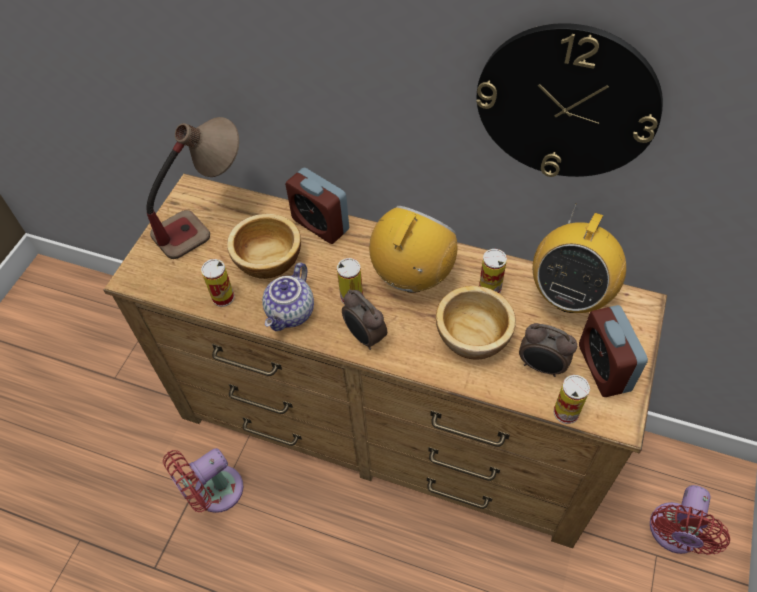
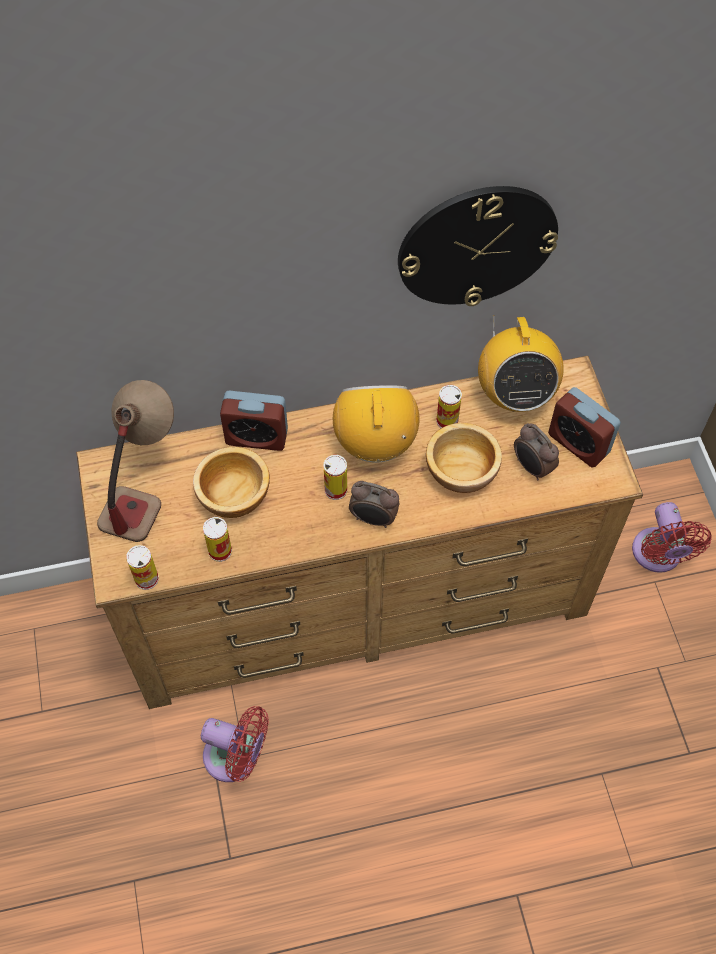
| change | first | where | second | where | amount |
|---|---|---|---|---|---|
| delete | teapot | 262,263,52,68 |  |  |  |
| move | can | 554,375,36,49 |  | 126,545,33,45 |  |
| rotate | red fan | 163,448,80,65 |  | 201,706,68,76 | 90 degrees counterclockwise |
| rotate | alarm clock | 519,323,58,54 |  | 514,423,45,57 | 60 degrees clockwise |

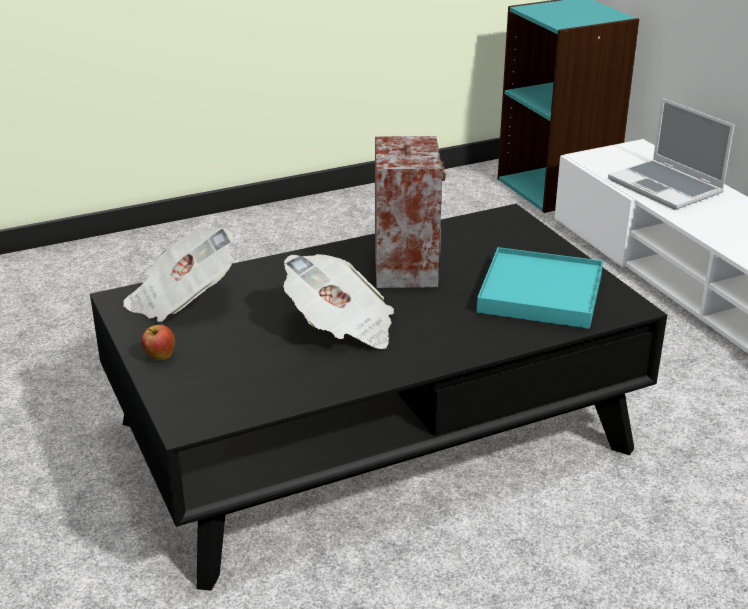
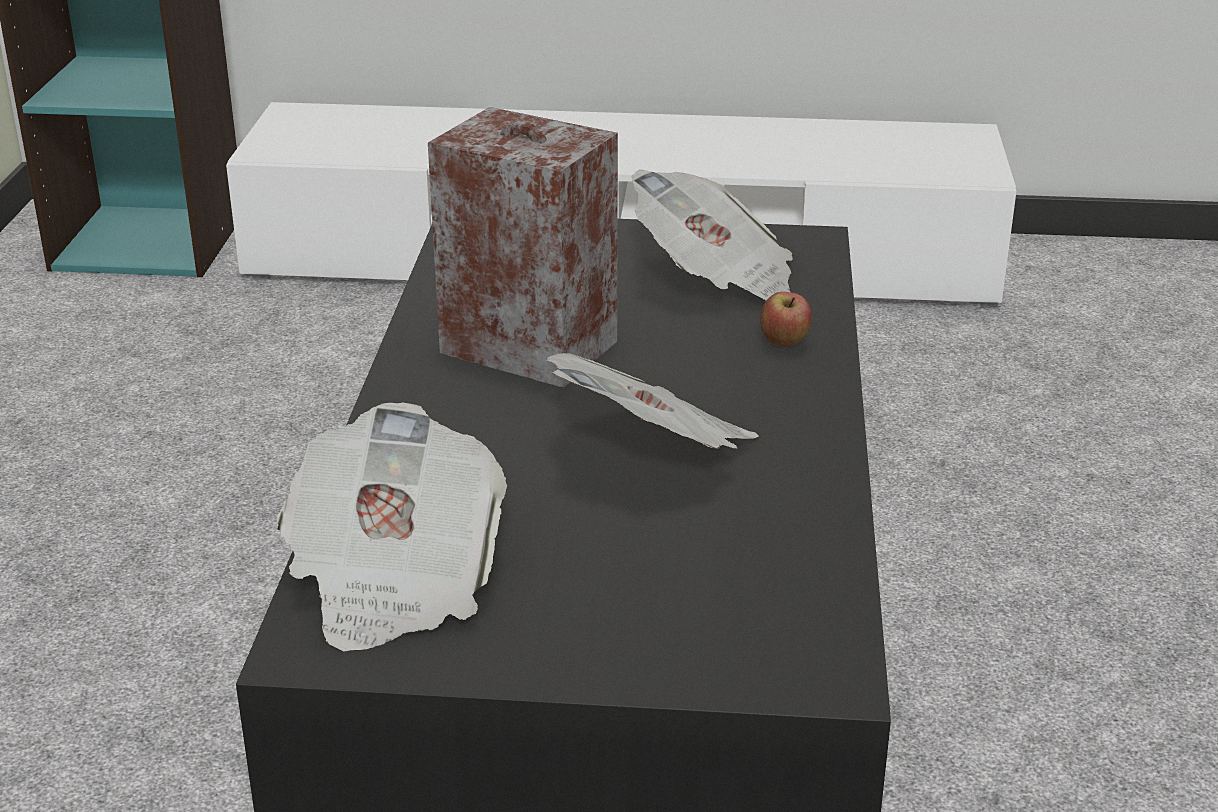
| change | first | where | second | where | amount |
|---|---|---|---|---|---|
| delete | laptop | 608,98,127,112 |  |  |  |
| move | apple | 141,325,34,35 |  | 760,292,52,55 |  |
| replace | turquoise tray | 477,247,126,82 | newspaper | 631,170,162,130 |  |

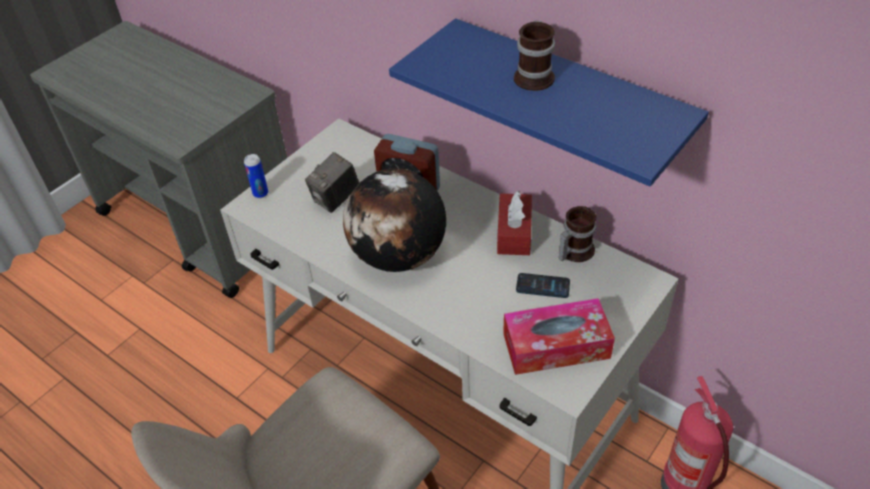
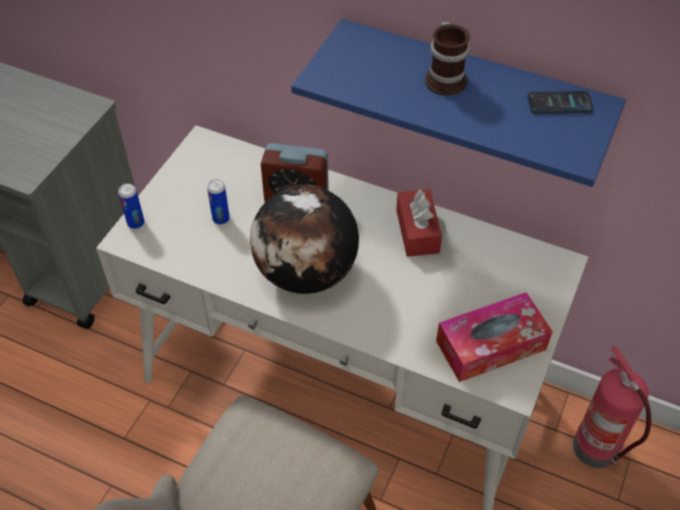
| change | first | where | second | where | amount |
|---|---|---|---|---|---|
| delete | mug | 559,206,38,56 |  |  |  |
| move | phone | 516,273,54,25 |  | 527,91,67,23 |  |
| replace | photo camera | 305,152,54,61 | can | 207,179,23,46 |  |

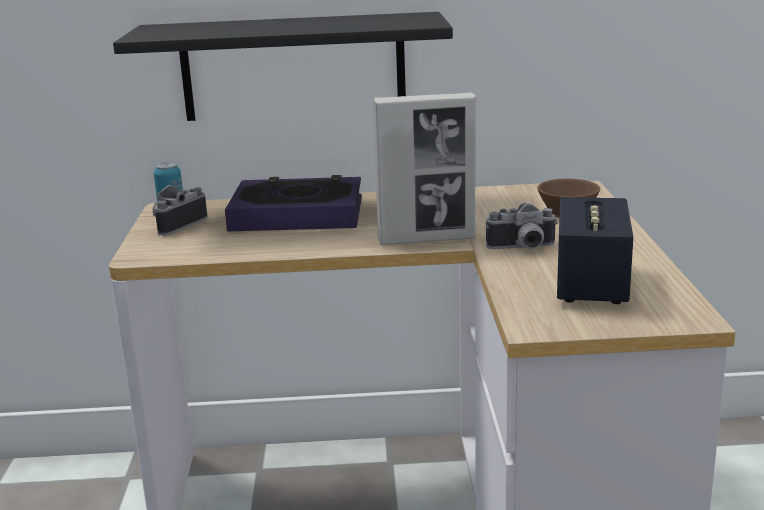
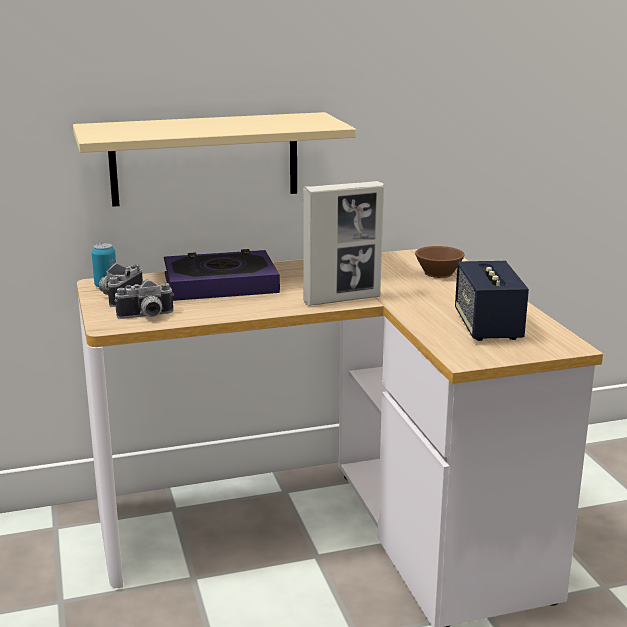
| change | first | where | second | where | amount |
|---|---|---|---|---|---|
| move | photo camera | 486,203,72,46 |  | 115,280,59,39 |  |
| recolor | black shelf | 113,12,340,109 | beige shelf | 73,112,283,95 |  |

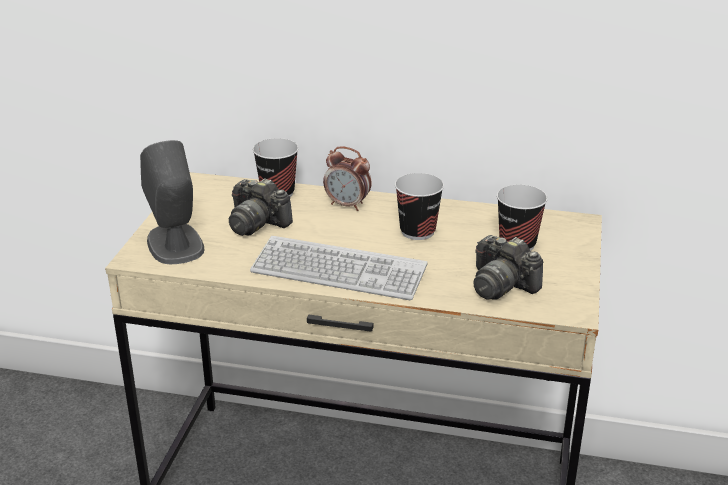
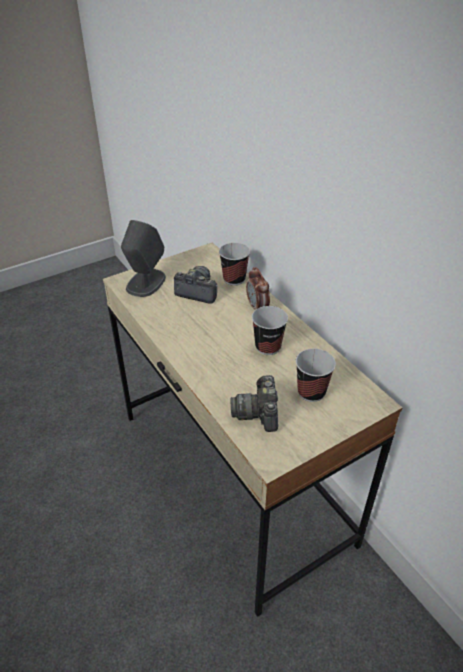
| change | first | where | second | where | amount |
|---|---|---|---|---|---|
| delete | keyboard | 250,236,178,64 |  |  |  |
| rotate | photo camera | 229,178,64,58 |  | 174,266,44,38 | 120 degrees clockwise |

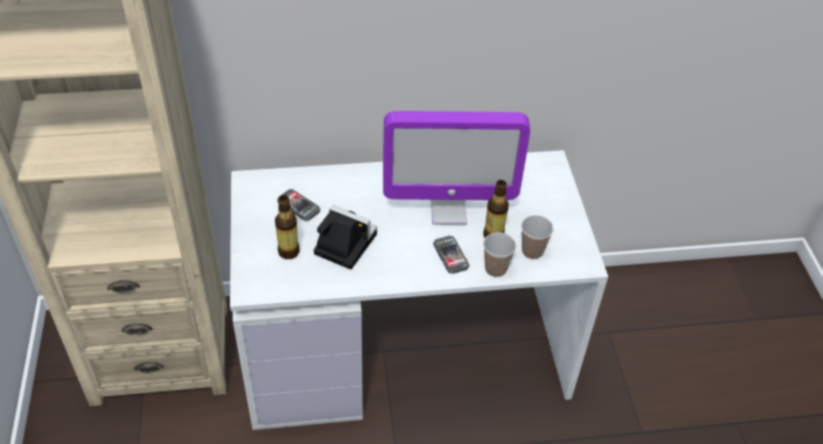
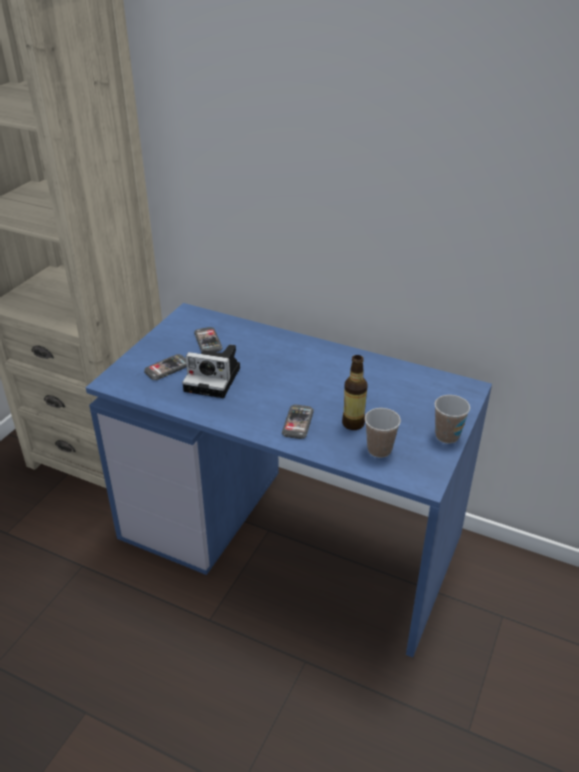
| change | first | where | second | where | amount |
|---|---|---|---|---|---|
| delete | monitor | 383,111,147,114 |  |  |  |
| move | cup | 483,232,33,45 |  | 435,395,35,49 |  |
| replace | bottle | 275,195,25,64 | phone | 144,354,43,26 |  |
| recolor | white desk | 230,150,378,280 | blue desk | 86,303,406,354 |  |
| rotate | photo camera | 314,205,63,65 |  | 182,345,58,53 | 135 degrees clockwise |

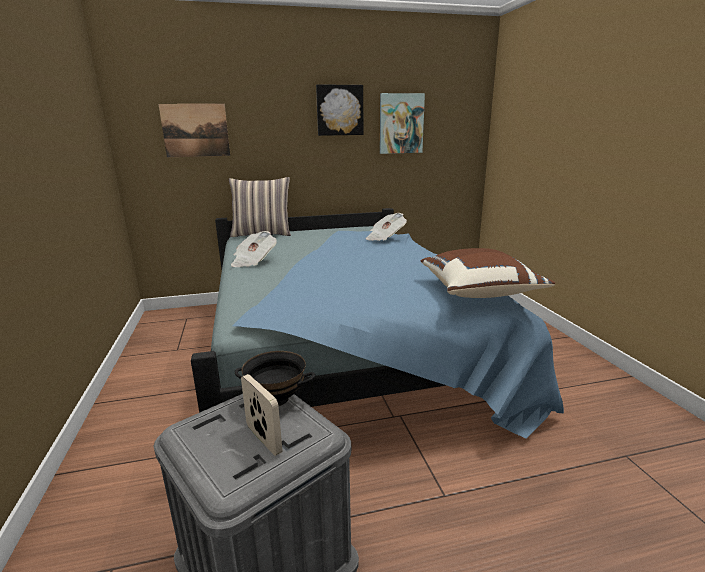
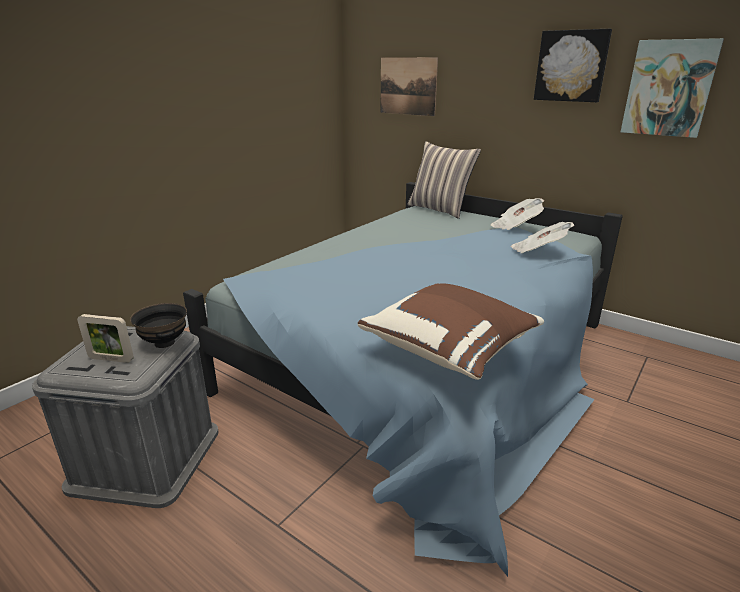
| change | first | where | second | where | amount |
|---|---|---|---|---|---|
| move | newspaper | 231,231,46,36 |  | 491,198,53,32 |  |
| rotate | picture frame | 241,374,41,82 |  | 77,314,57,49 | 90 degrees clockwise |

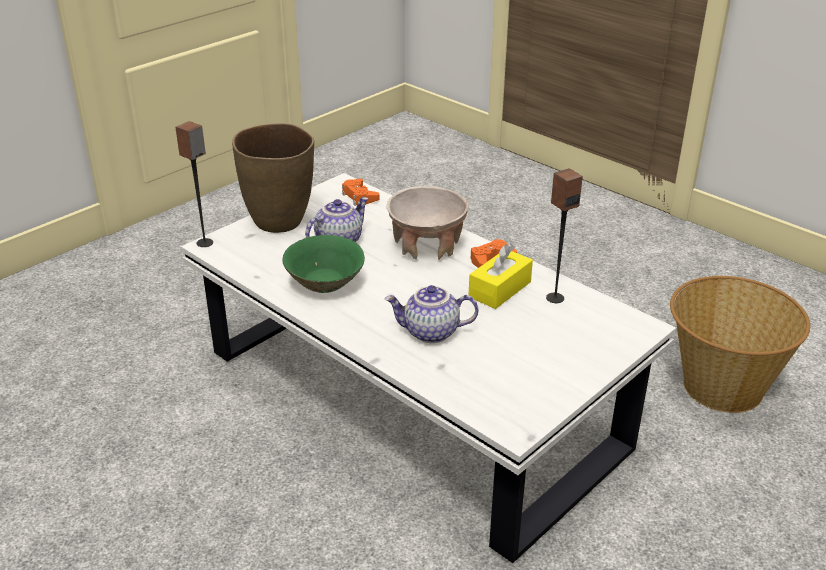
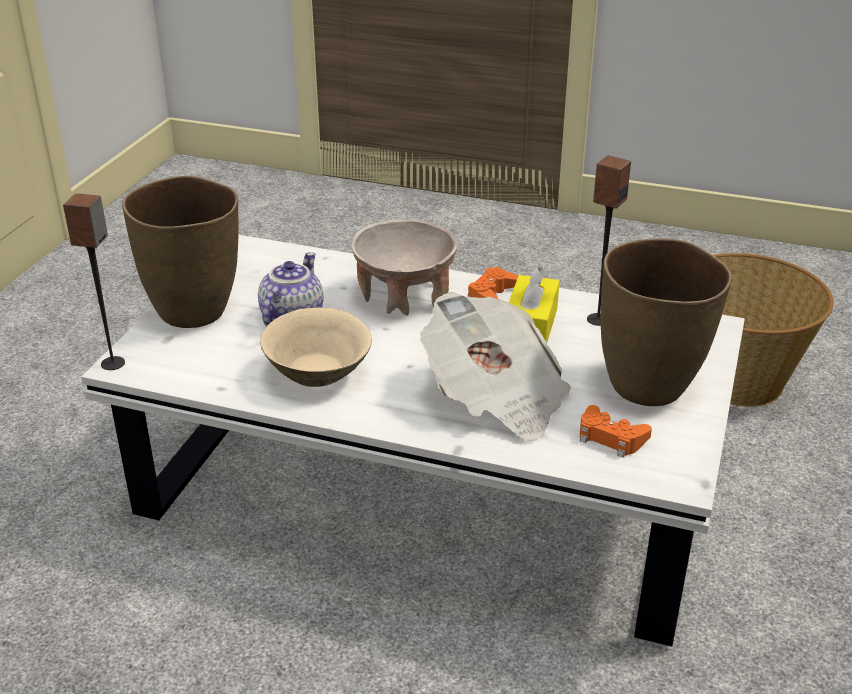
| change | first | where | second | where | amount |
|---|---|---|---|---|---|
| insert |  |  | brown vase | 601,238,131,168 |  |
| move | orange game controller | 342,179,37,27 |  | 580,405,72,53 |  |
| replace | teapot | 385,285,93,58 | newspaper | 420,292,151,149 |  |
| recolor | green bowl | 282,235,83,58 | beige bowl | 260,308,112,79 |  |

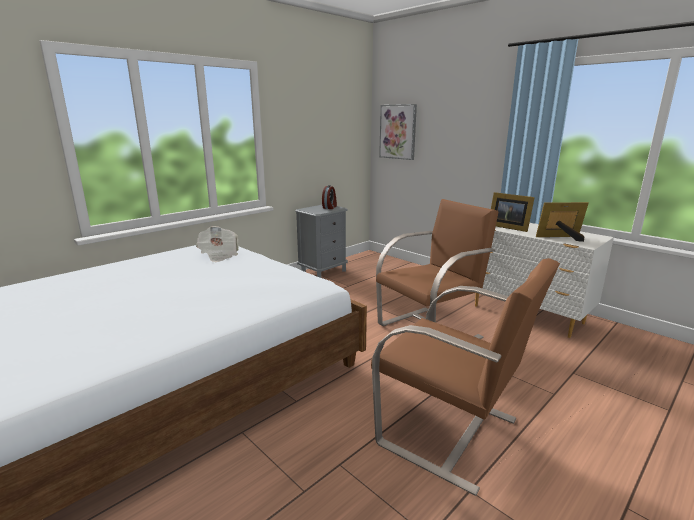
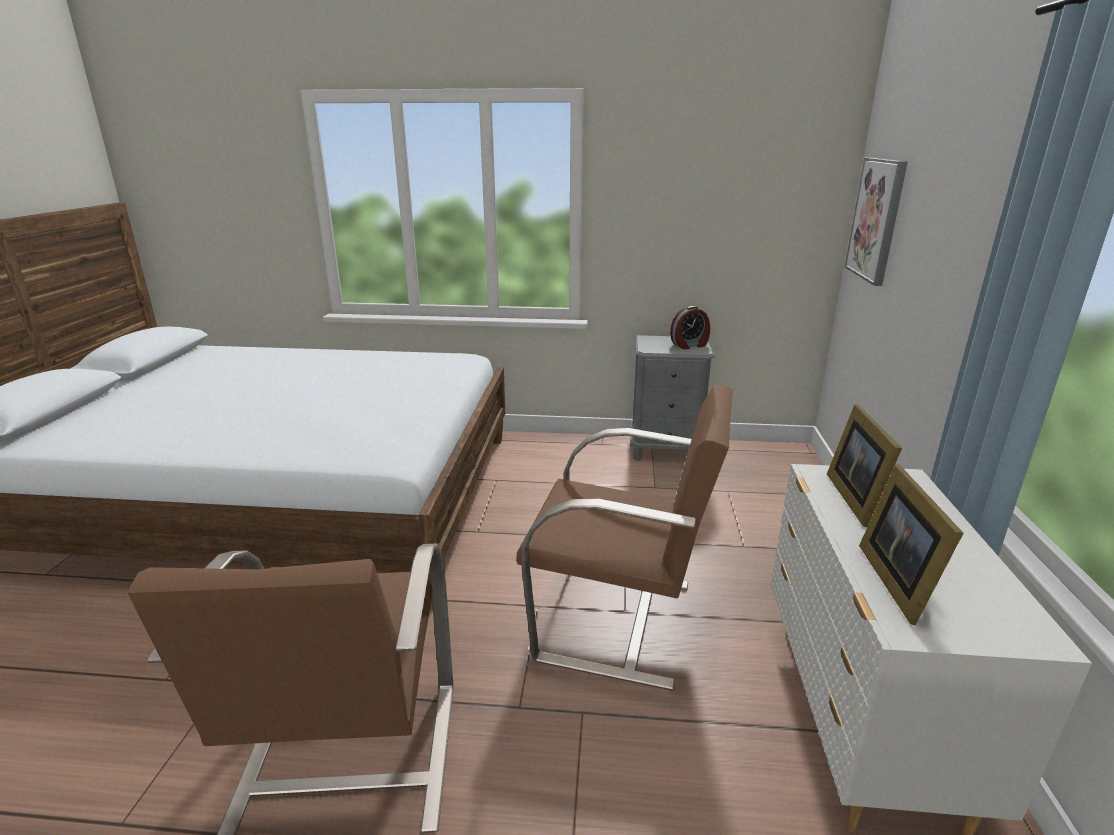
| change | first | where | second | where | amount |
|---|---|---|---|---|---|
| delete | newspaper | 196,226,43,36 |  |  |  |
| rotate | picture frame | 536,202,53,40 |  | 859,464,104,161 | 135 degrees counterclockwise |

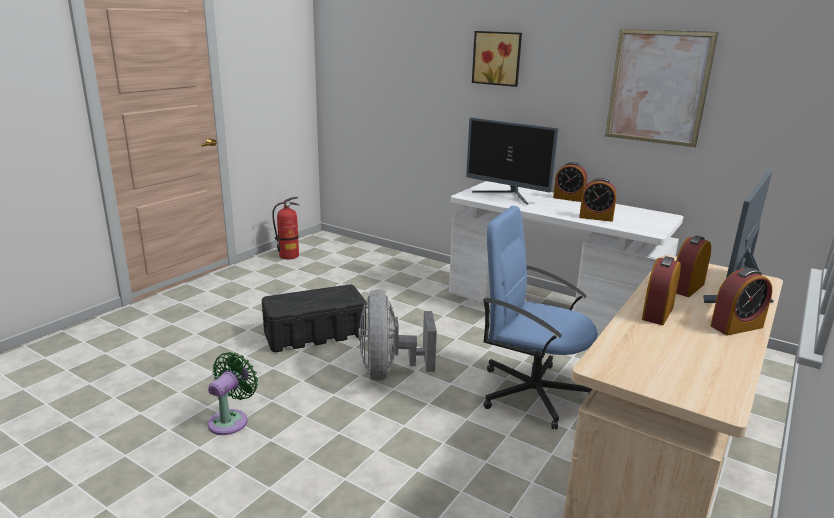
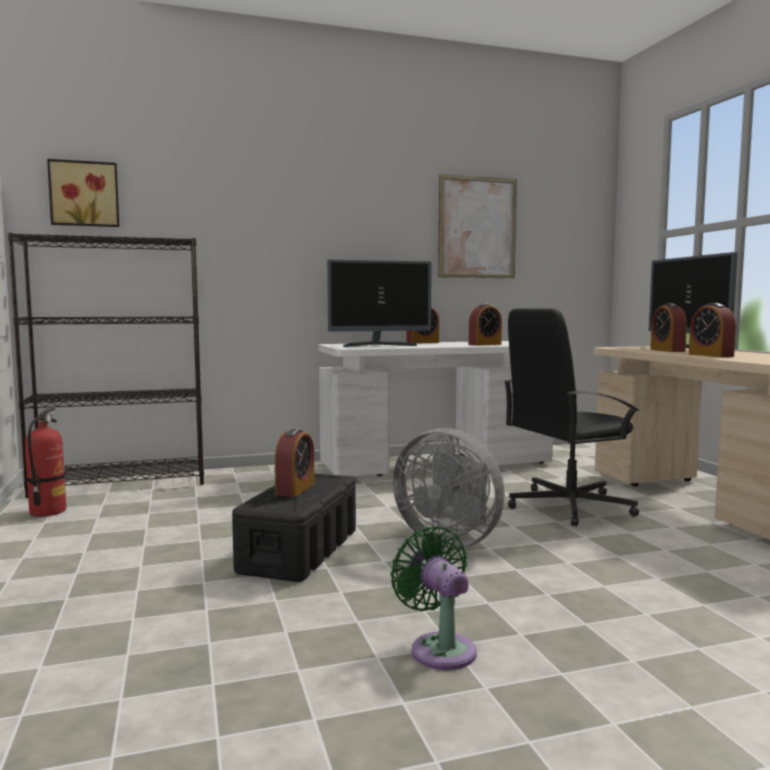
| change | first | where | second | where | amount |
|---|---|---|---|---|---|
| insert |  |  | black bookcase | 8,233,196,265 |  |
| move | picture | 472,31,50,56 |  | 47,159,72,68 |  |
| move | alarm clock | 710,268,62,67 |  | 275,429,40,68 |  |
| recolor | blue office chair | 483,206,115,223 | black office chair | 504,308,135,218 |  |

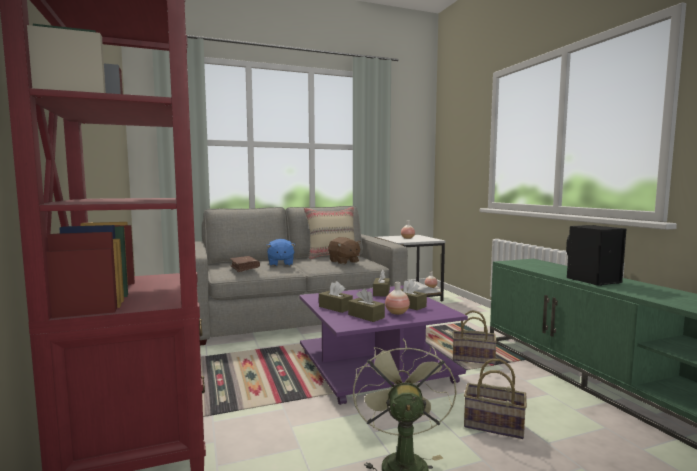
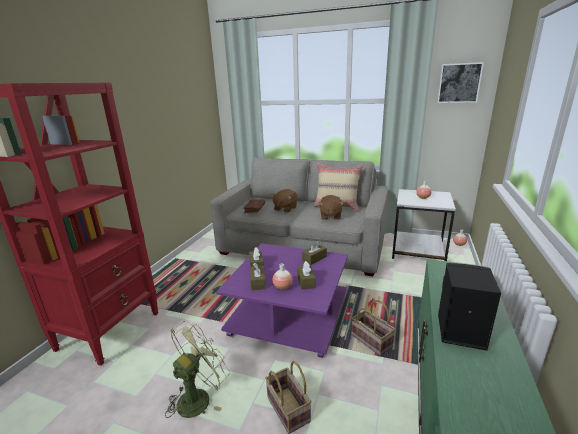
| change | first | where | second | where | amount |
|---|---|---|---|---|---|
| insert |  |  | picture | 437,62,47,41 |  |
| recolor | blue plush toy | 266,239,29,27 | brown plush toy | 272,189,26,23 |  |

